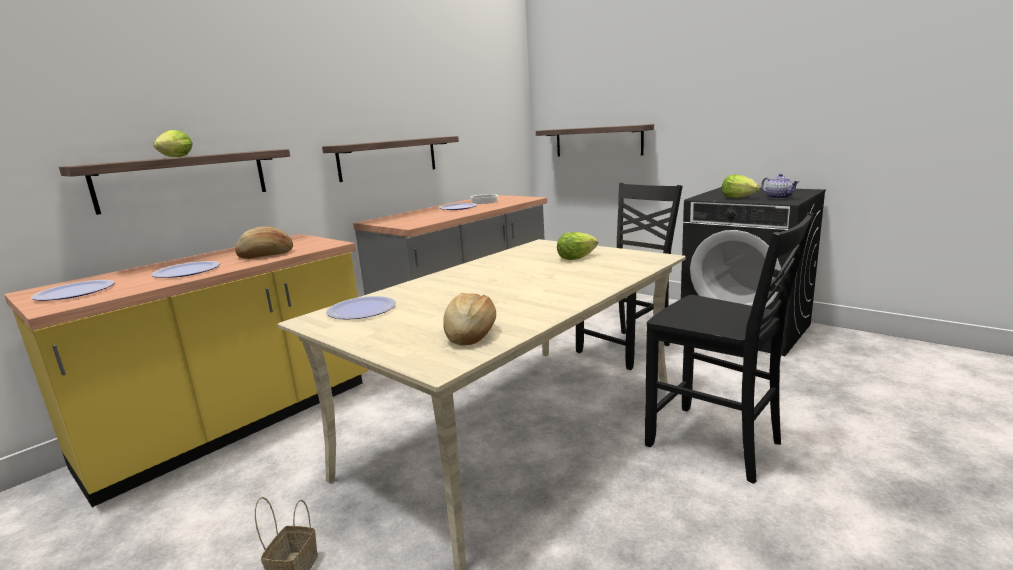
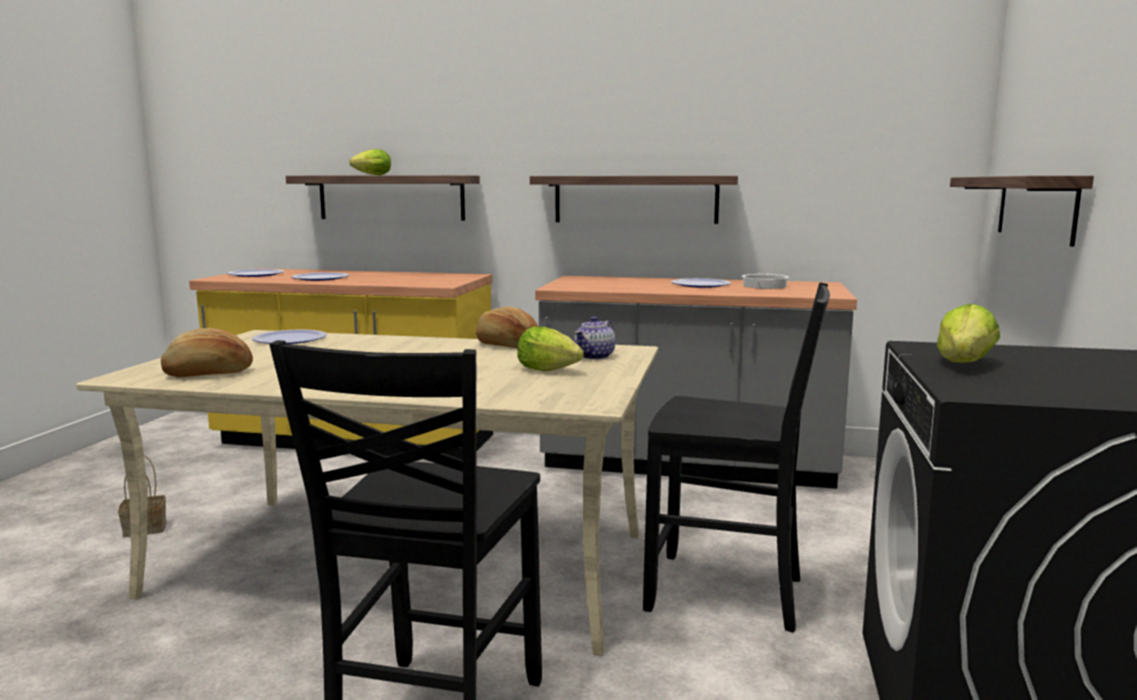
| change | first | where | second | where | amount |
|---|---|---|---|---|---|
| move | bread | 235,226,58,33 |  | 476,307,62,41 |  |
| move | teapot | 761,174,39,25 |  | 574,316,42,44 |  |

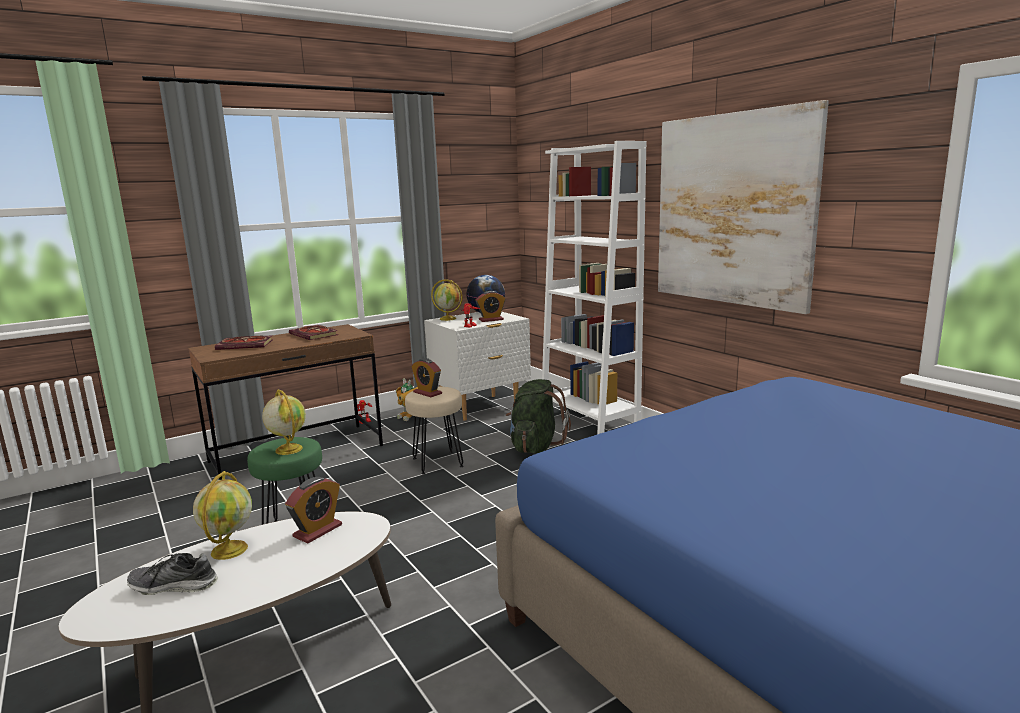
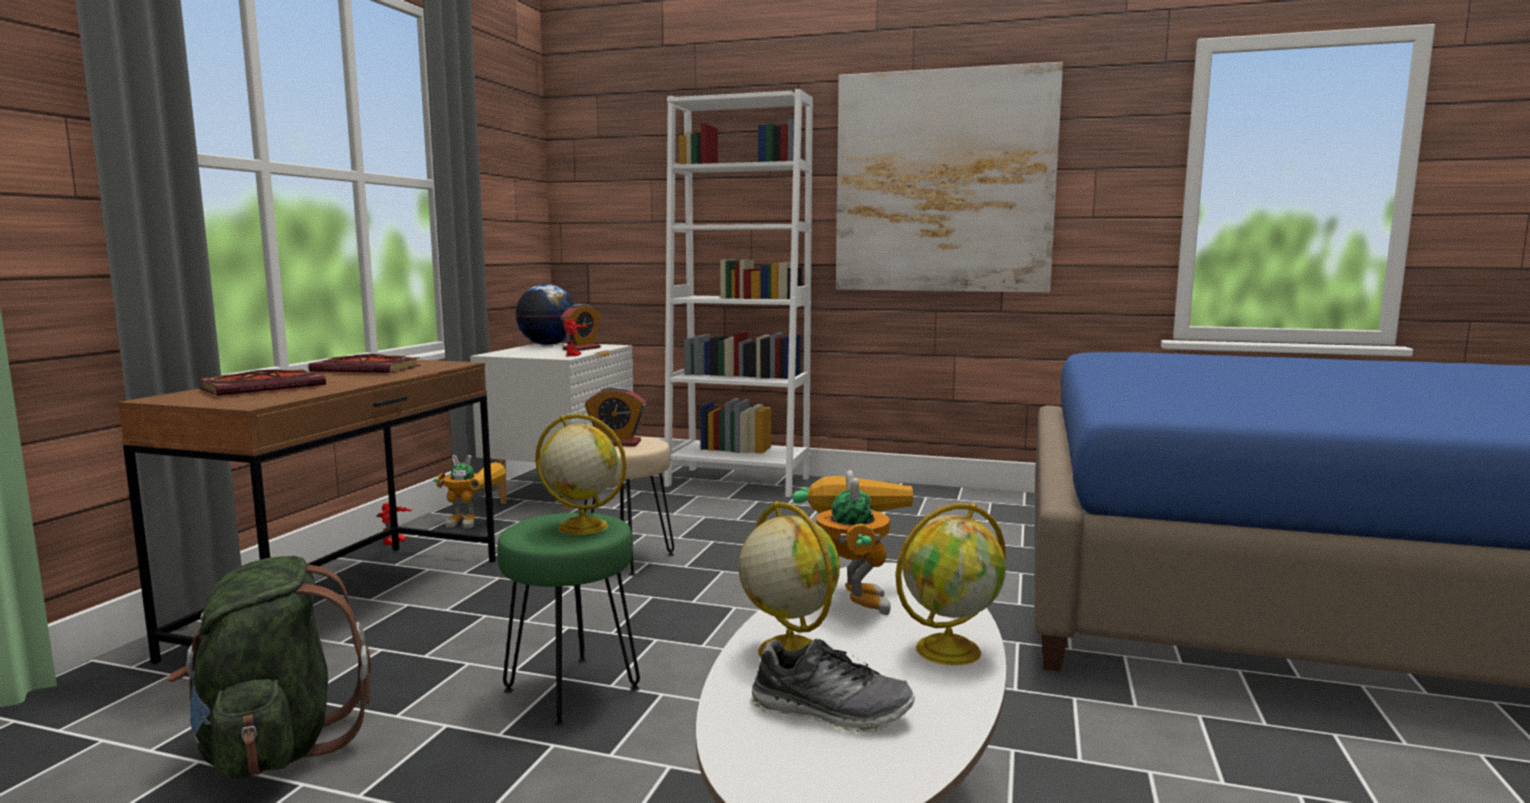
| change | first | where | second | where | amount |
|---|---|---|---|---|---|
| move | globe | 431,279,32,42 |  | 895,503,111,162 |  |
| move | green backpack | 506,379,65,74 |  | 167,556,204,224 |  |
| replace | alarm clock | 285,477,57,67 | toy robot | 792,470,121,145 |  |
| rotate | shoe | 127,553,91,42 |  | 750,639,165,94 | 120 degrees counterclockwise |

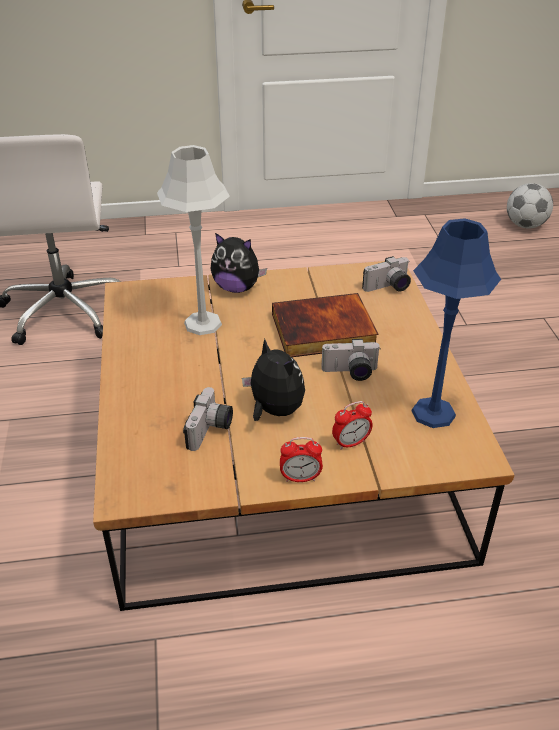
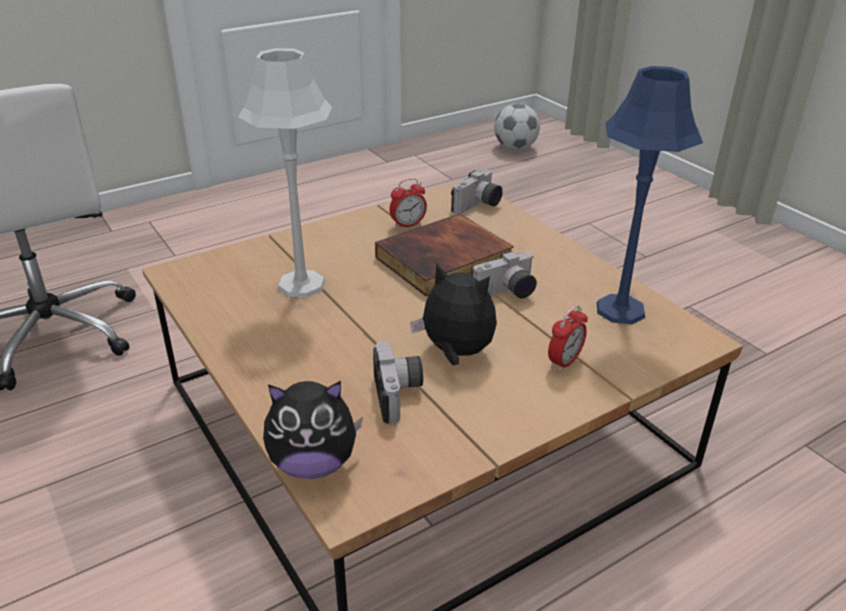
| change | first | where | second | where | amount |
|---|---|---|---|---|---|
| move | plush toy | 211,233,56,60 |  | 263,381,100,98 |  |
| move | alarm clock | 280,437,43,45 |  | 389,178,38,51 |  |

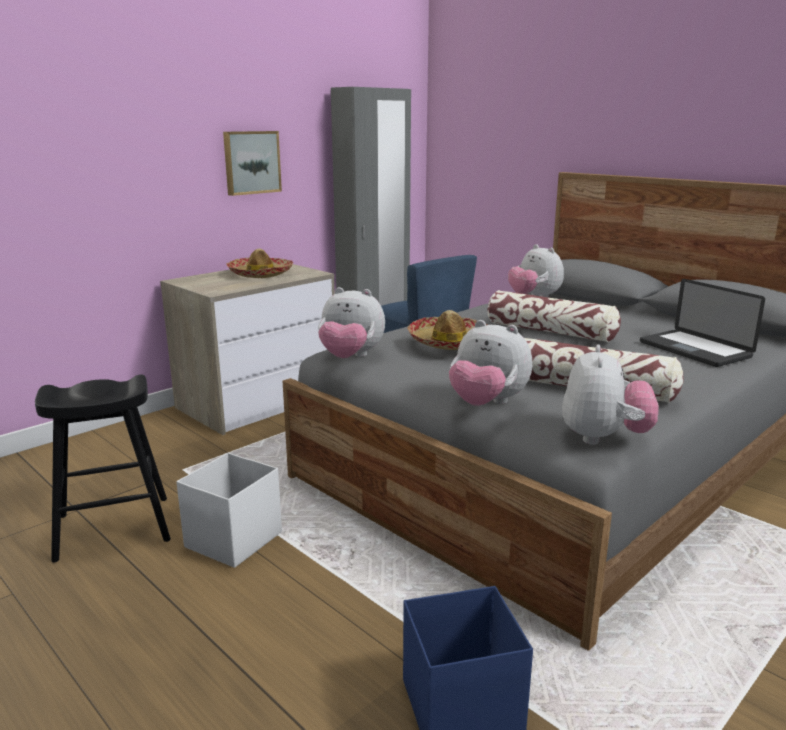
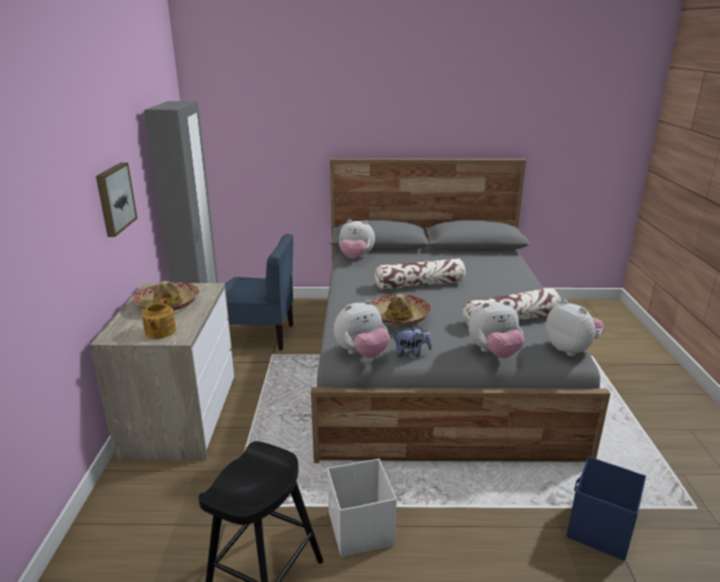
| change | first | where | second | where | amount |
|---|---|---|---|---|---|
| delete | laptop | 640,279,125,88 |  |  |  |
| insert |  |  | teapot | 141,298,35,41 |  |
| insert |  |  | plush toy | 392,325,40,32 |  |

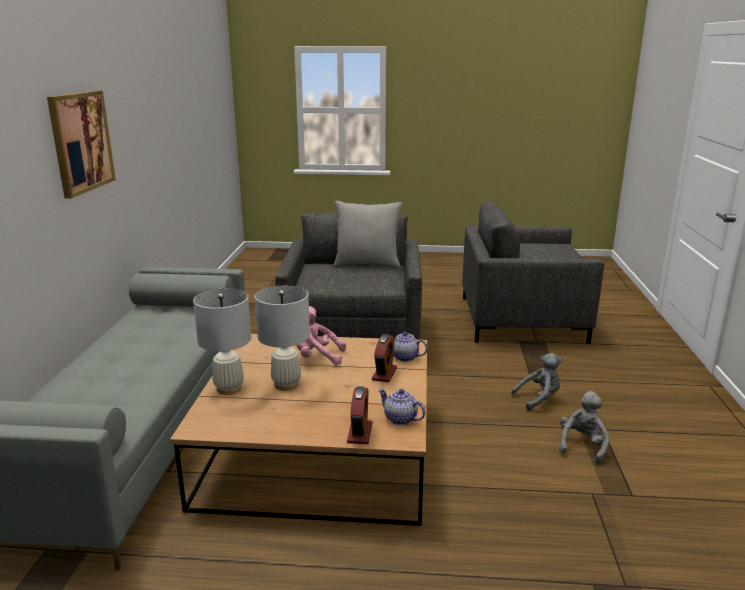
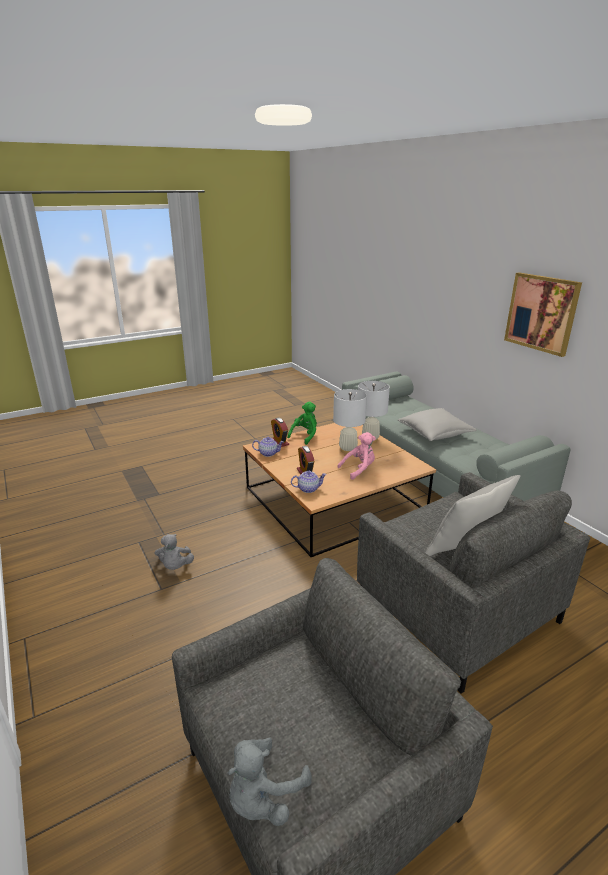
| change | first | where | second | where | amount |
|---|---|---|---|---|---|
| insert |  |  | green plush toy | 287,401,30,44 |  |
| insert |  |  | grey pillow | 398,408,79,33 |  |
| move | grey plush toy | 511,353,52,57 |  | 228,737,84,89 |  |

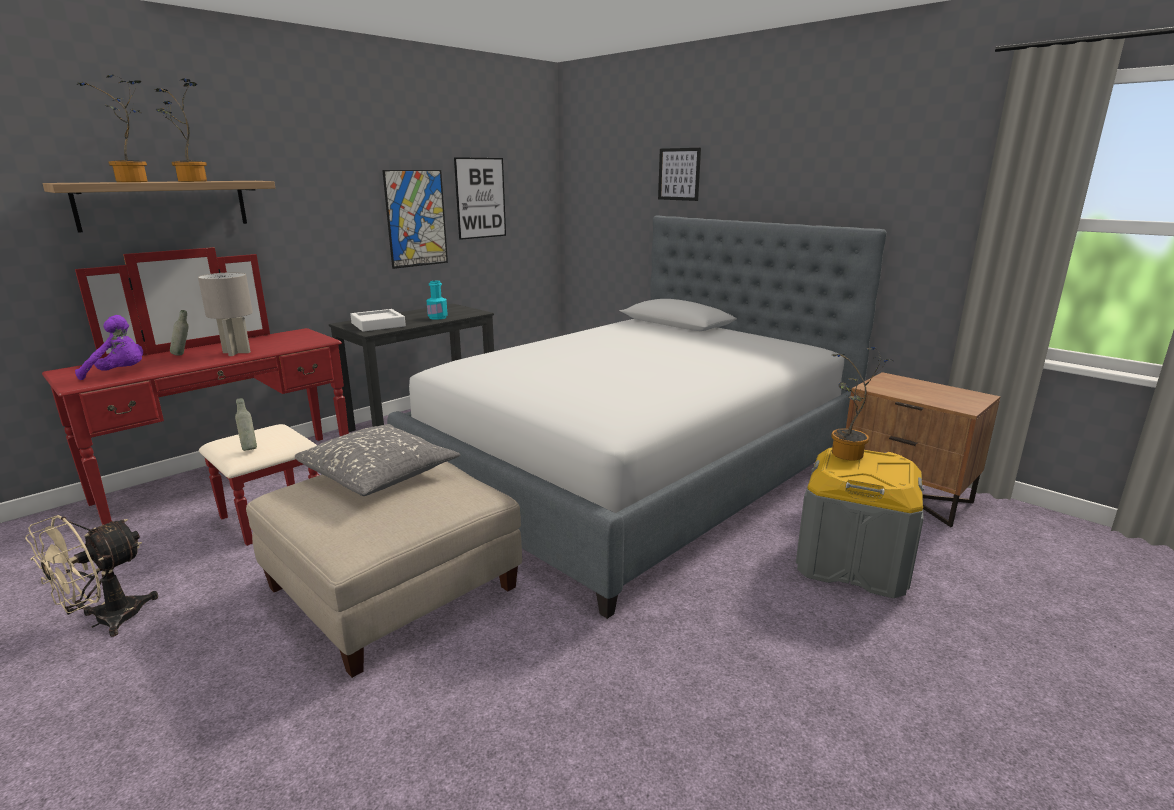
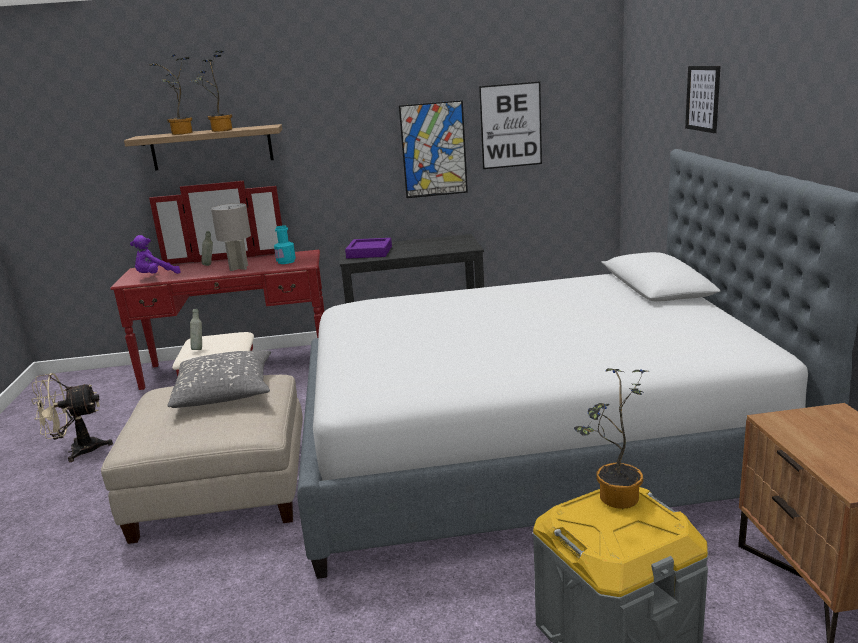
| change | first | where | second | where | amount |
|---|---|---|---|---|---|
| move | turquoise bottle | 427,281,21,39 |  | 274,225,22,39 |  |
| recolor | white tray | 350,309,56,23 | purple tray | 345,238,47,21 |  |
| rotate | purple plush toy | 75,315,68,65 |  | 130,235,51,39 | 105 degrees clockwise |

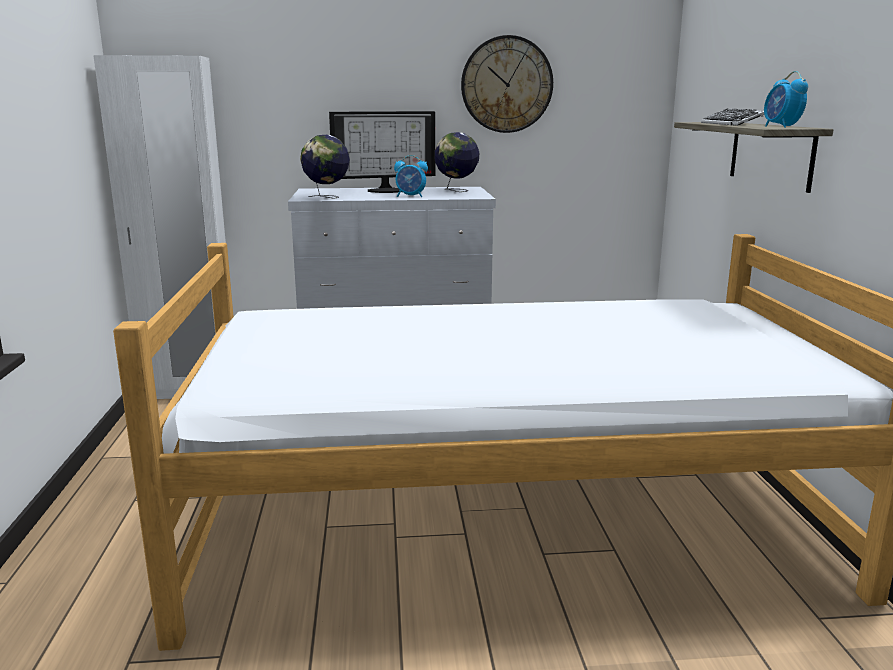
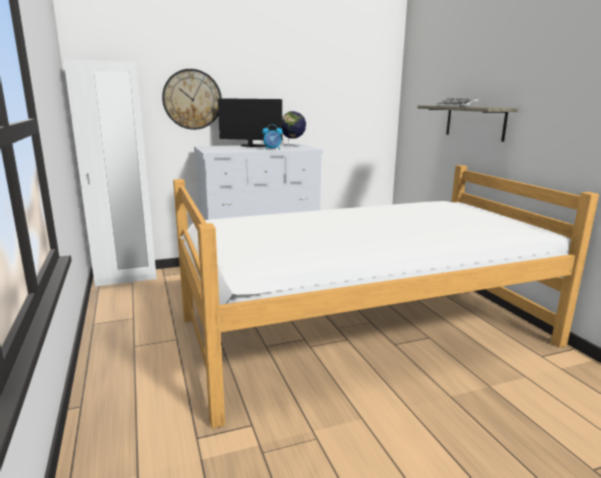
| change | first | where | second | where | amount |
|---|---|---|---|---|---|
| delete | globe | 300,135,50,64 |  |  |  |
| delete | alarm clock | 764,71,44,57 |  |  |  |
| move | wall clock | 461,35,92,98 |  | 162,69,60,61 |  |
| rotate | monitor | 329,111,106,82 |  | 218,98,64,49 | 135 degrees counterclockwise |

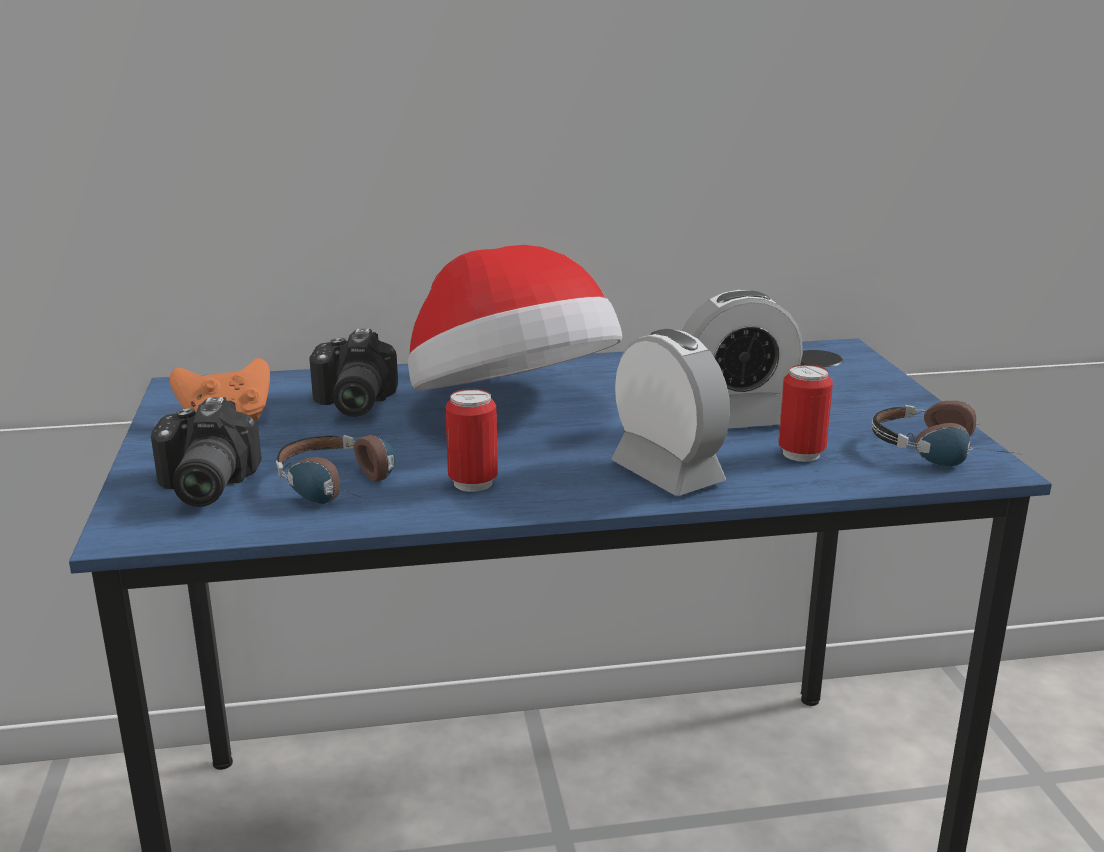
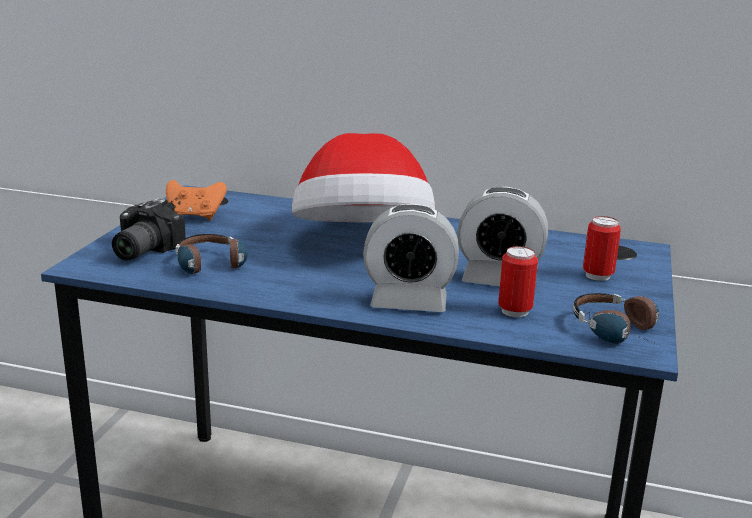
| change | first | where | second | where | amount |
|---|---|---|---|---|---|
| delete | photo camera | 309,329,89,88 |  |  |  |
| move | can | 446,389,52,103 |  | 583,216,38,65 |  |
| rotate | alarm clock | 611,329,119,167 |  | 363,204,96,108 | 105 degrees clockwise |

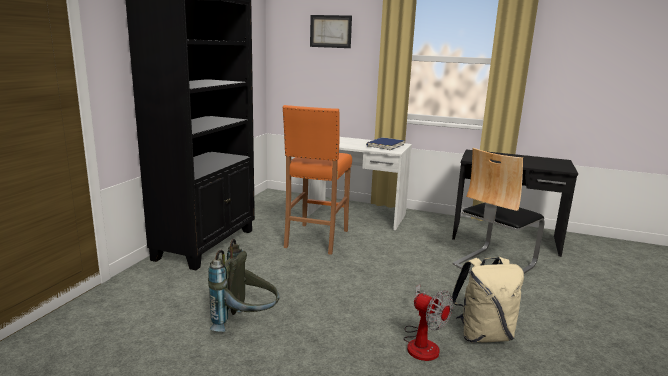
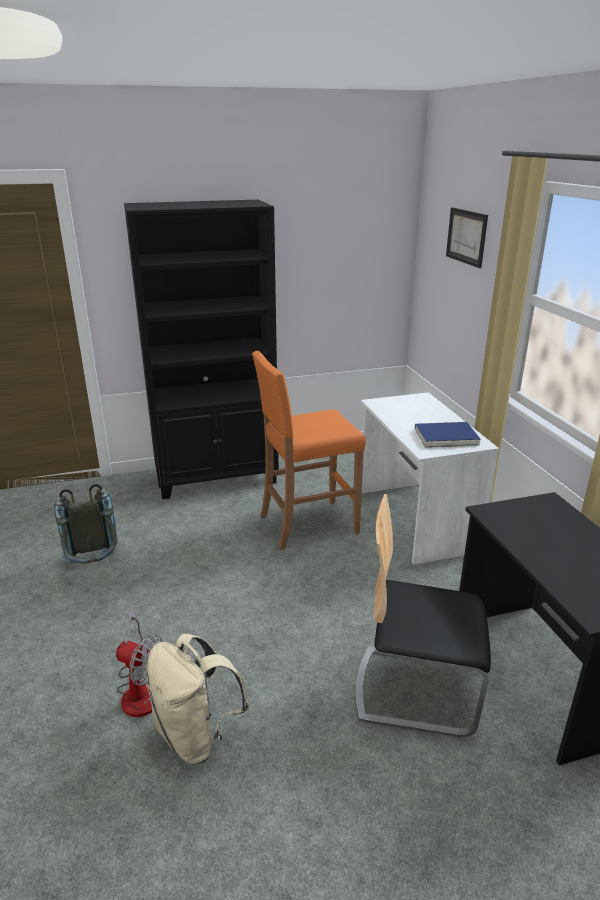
| change | first | where | second | where | amount |
|---|---|---|---|---|---|
| rotate | fan | 403,285,50,76 |  | 116,609,47,108 | 75 degrees counterclockwise |

